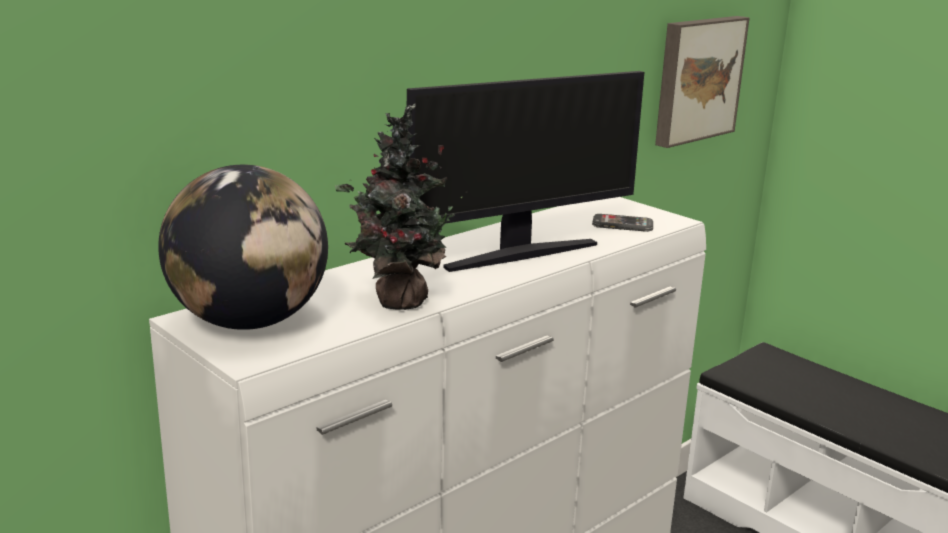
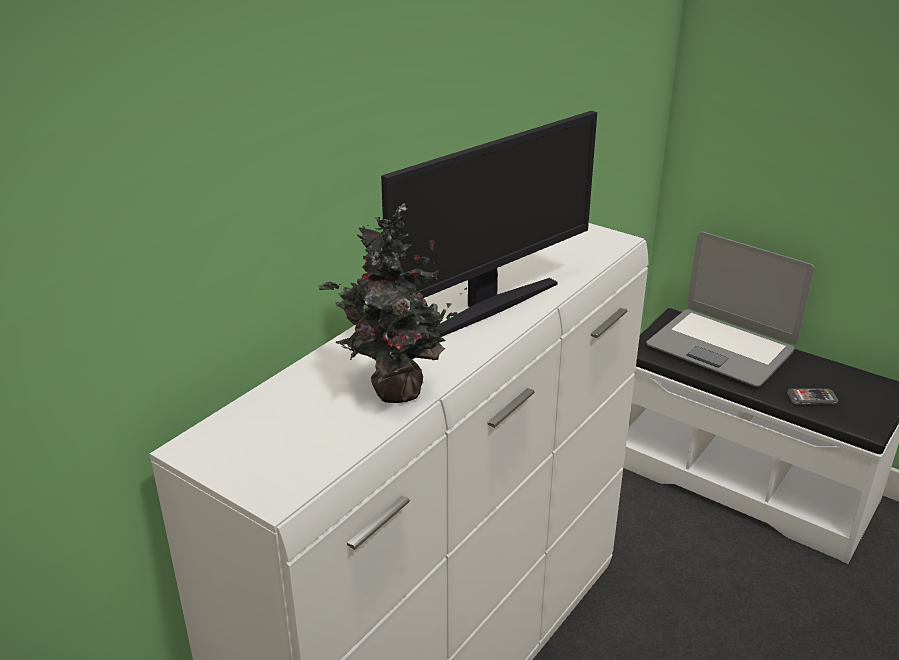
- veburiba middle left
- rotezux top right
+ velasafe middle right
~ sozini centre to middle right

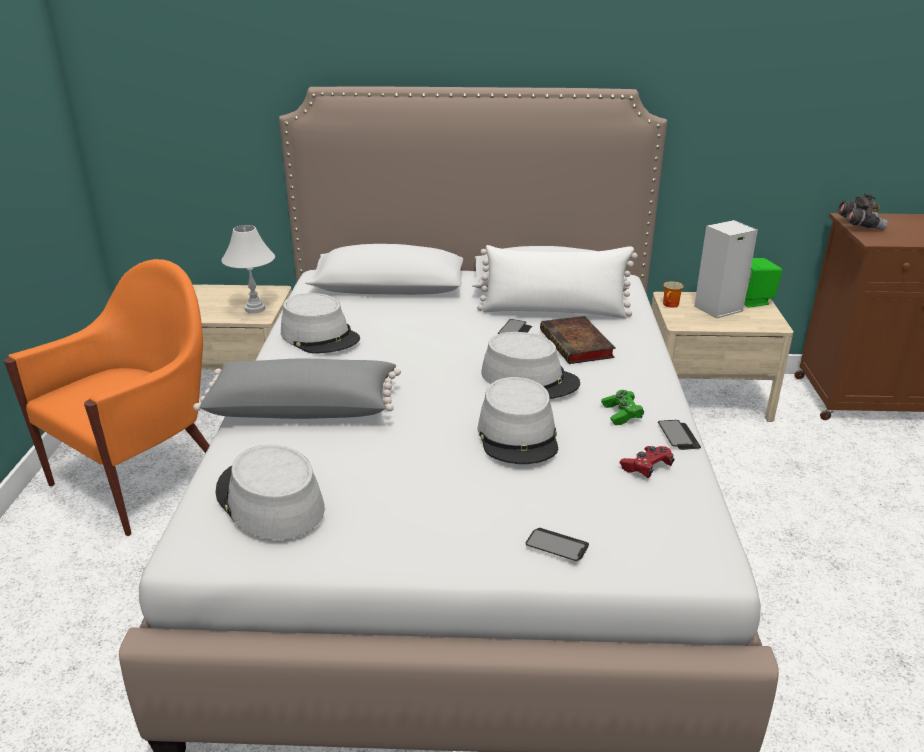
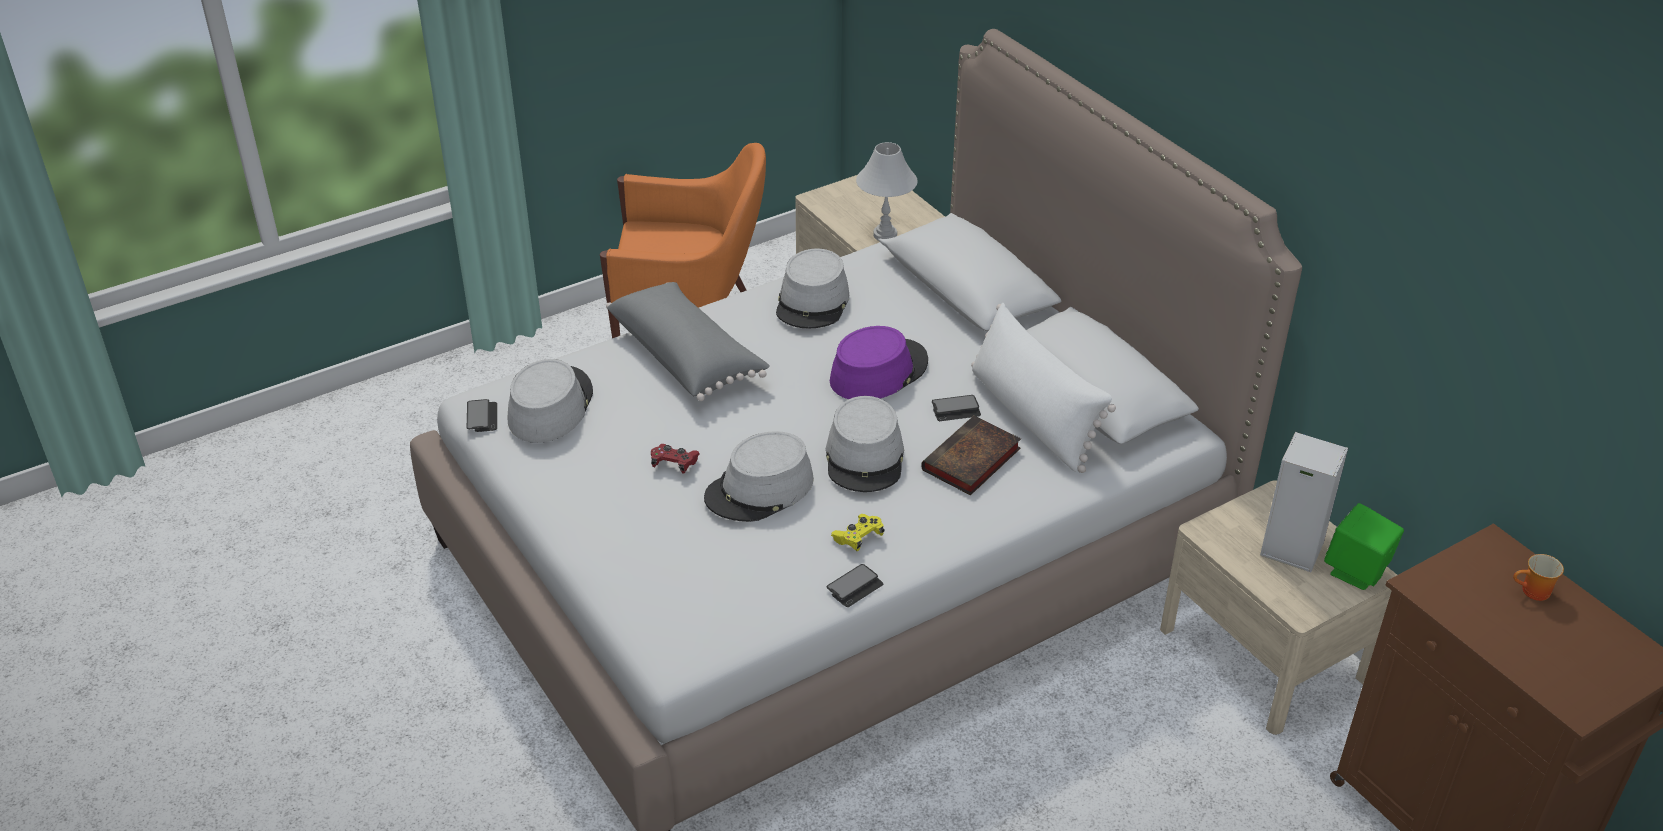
- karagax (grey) top right
+ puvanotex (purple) centre
~ sozini (no. 2 from left in the first image) bottom centre to sozini (no. 1 from left) middle left
~ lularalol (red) middle right to centre
~ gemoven middle right to bottom right
~ lularalol (green) middle right to lularalol (yellow) centre

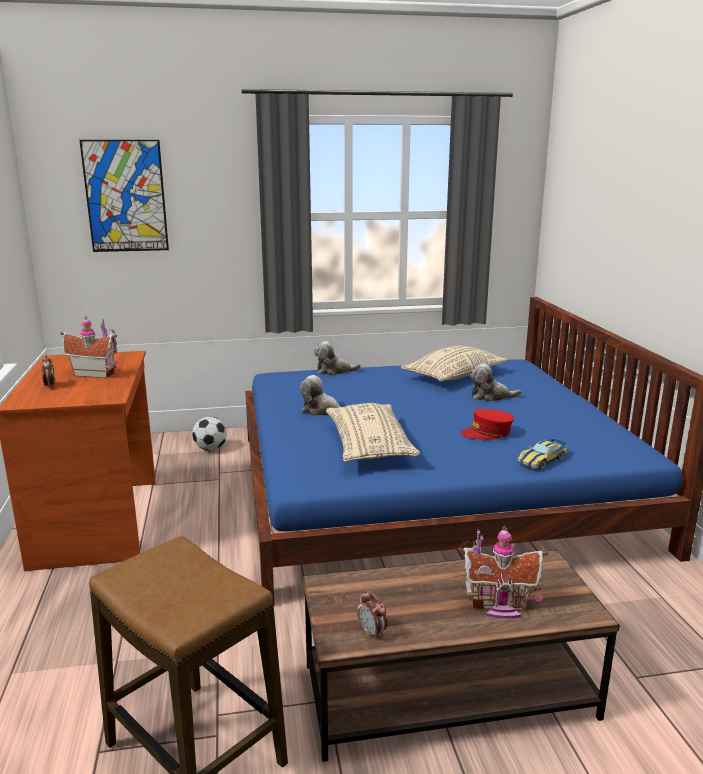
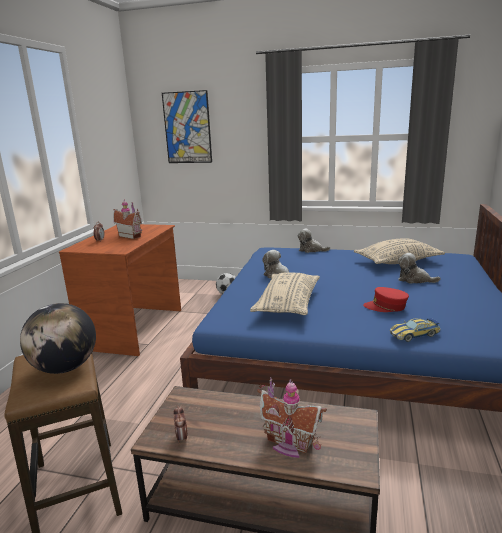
+ veburiba middle left

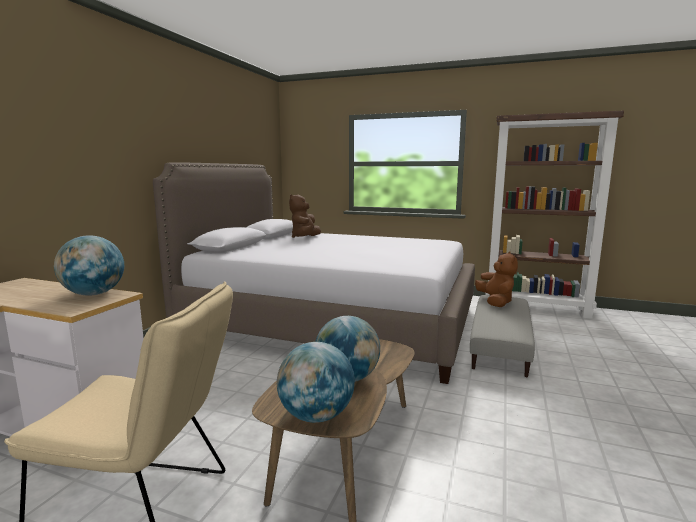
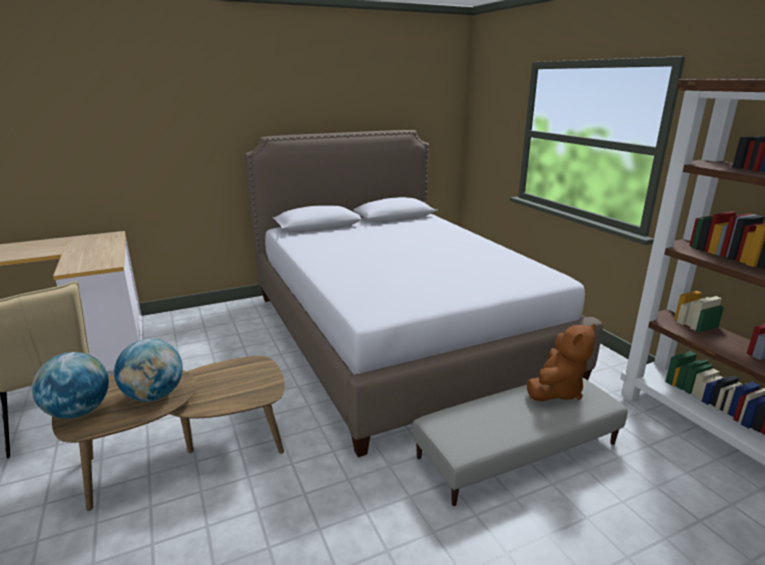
- veburiba (no. 1 from left) middle left
- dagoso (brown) (no. 1 from left) centre

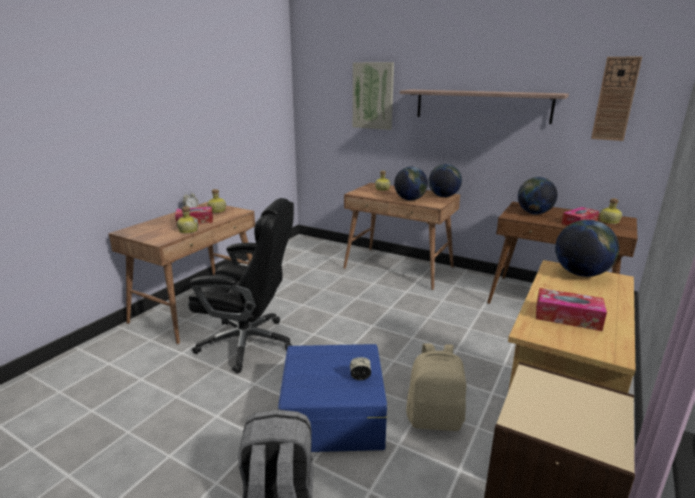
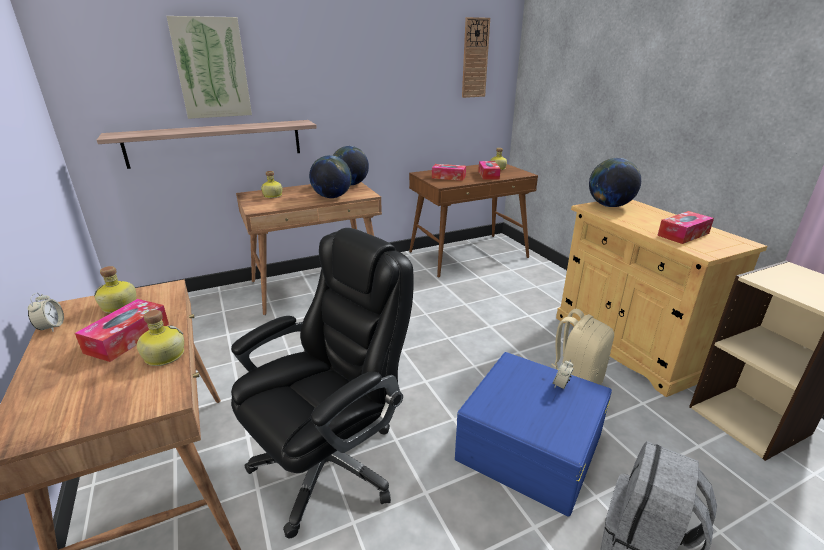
~ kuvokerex top right to top left
~ veburiba (no. 3 from left) middle right to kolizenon (no. 2 from left) top centre

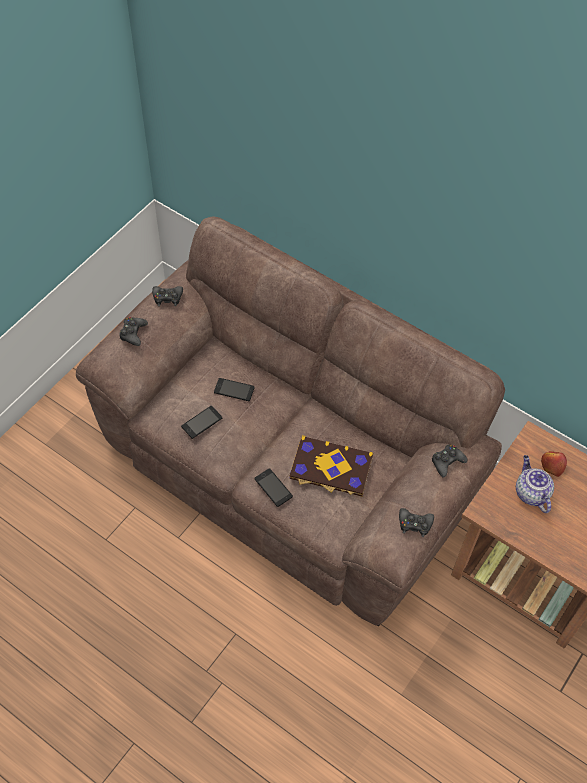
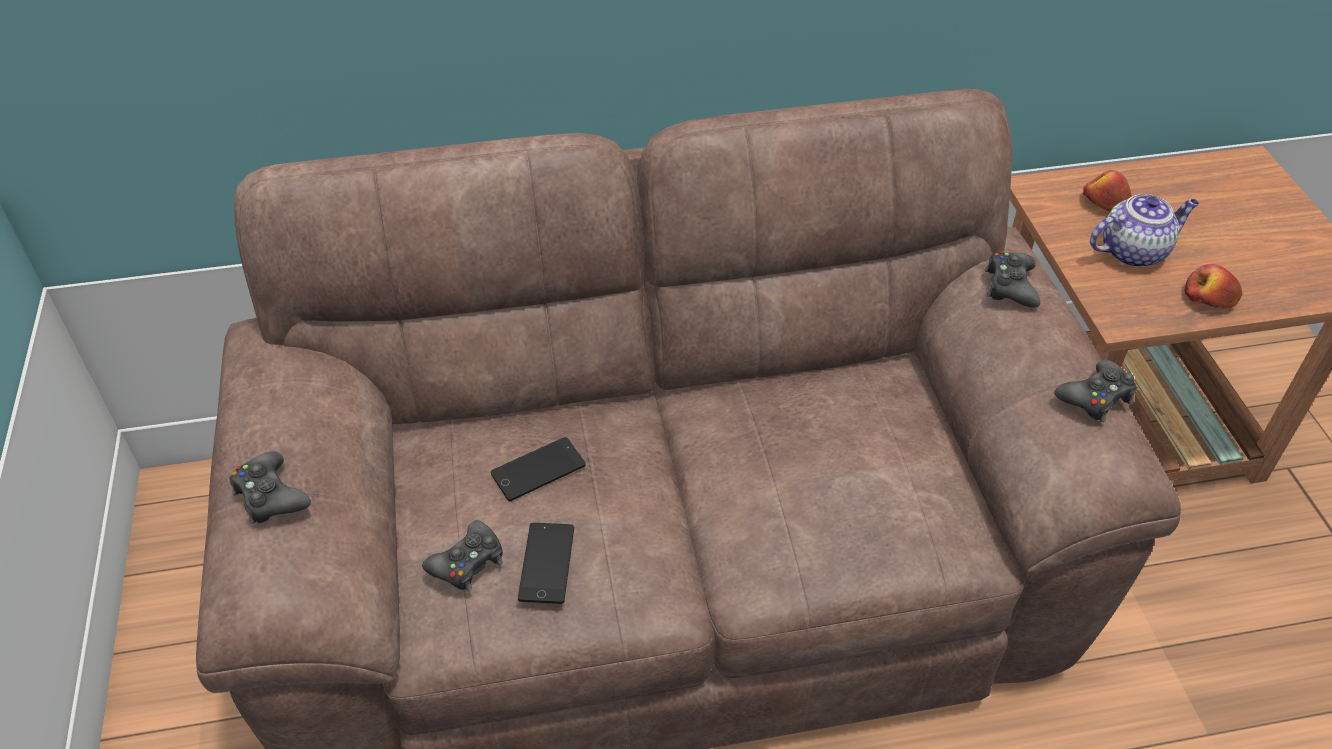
- sozini (no. 3 from left) centre
- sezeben centre
+ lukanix (no. 2 from left) middle right
~ lularalol (black) (no. 2 from left) middle left to bottom centre
~ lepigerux middle right = top right 135 degrees clockwise

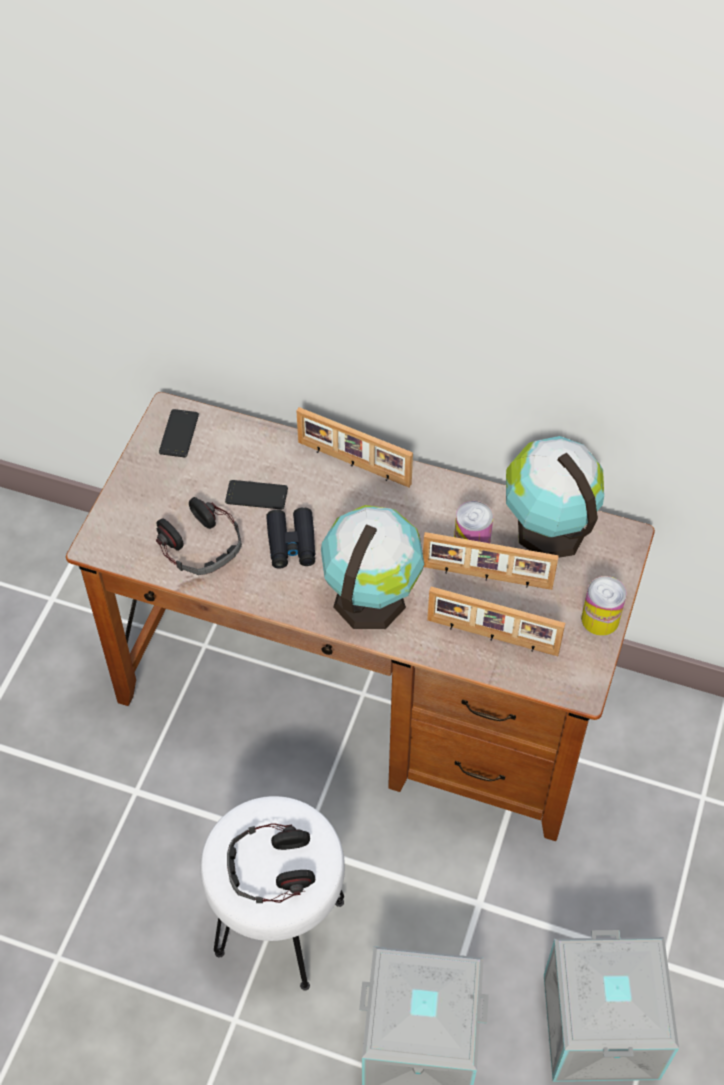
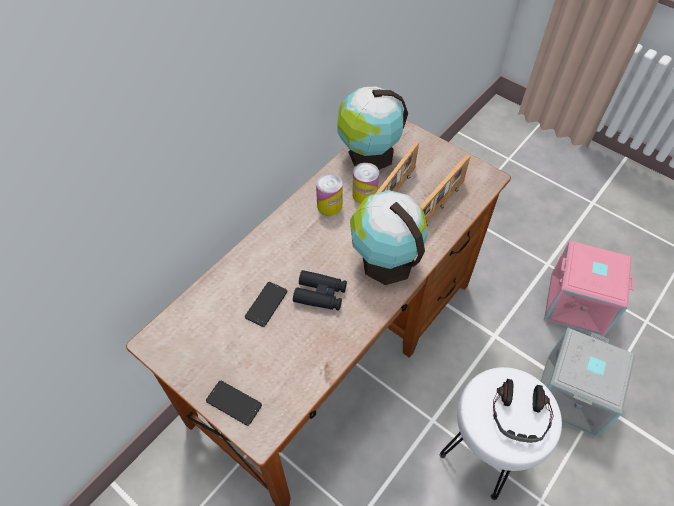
- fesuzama (no. 1 from left) middle left
- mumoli (no. 1 from left) centre
~ sozini (no. 1 from left) middle left to bottom centre
~ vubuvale (no. 2 from left in the first image) middle right to vubuvale (no. 1 from left) centre
~ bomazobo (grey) (no. 2 from left) bottom right to bomazobo (pink) middle right

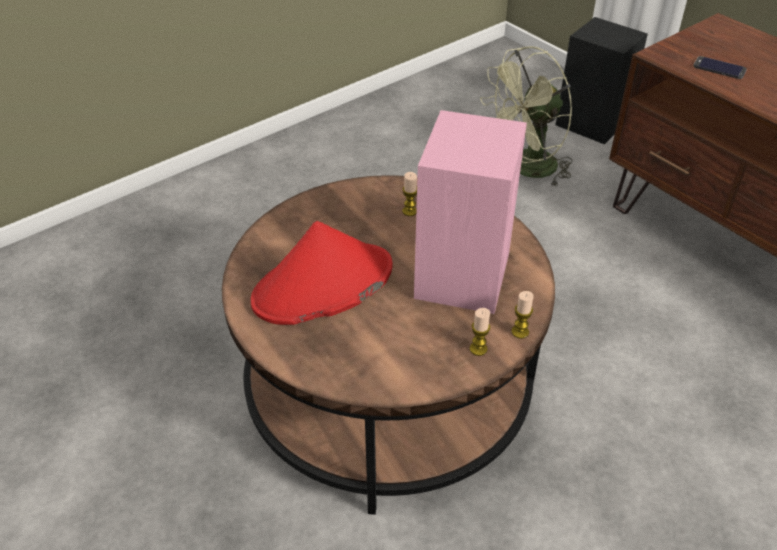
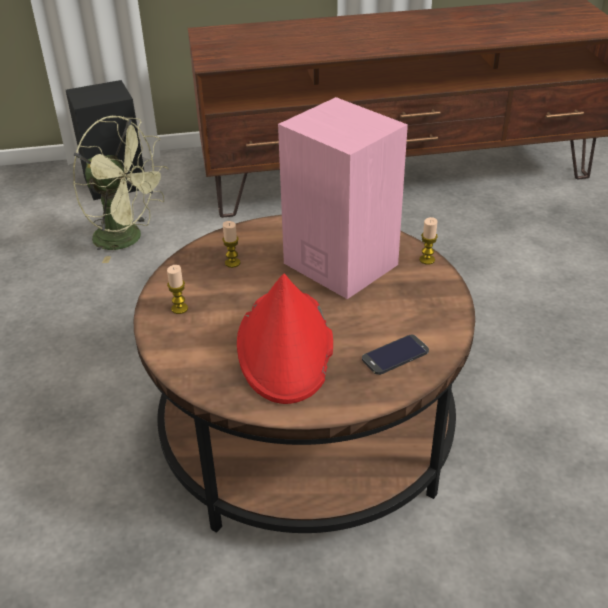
~ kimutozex (no. 2 from left in the first image) centre to kimutozex (no. 1 from left) middle left
~ sozini top right to centre
~ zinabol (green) top right = top left 60 degrees counterclockwise

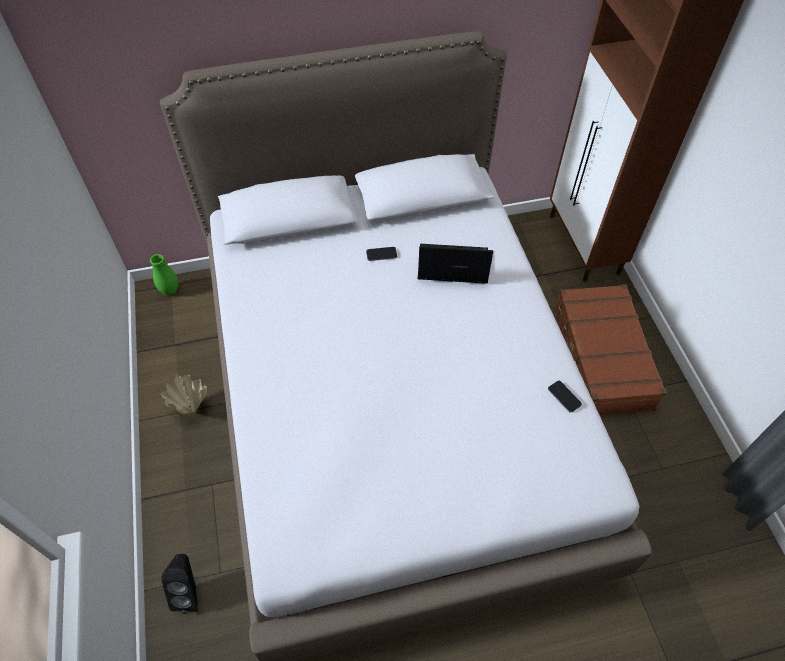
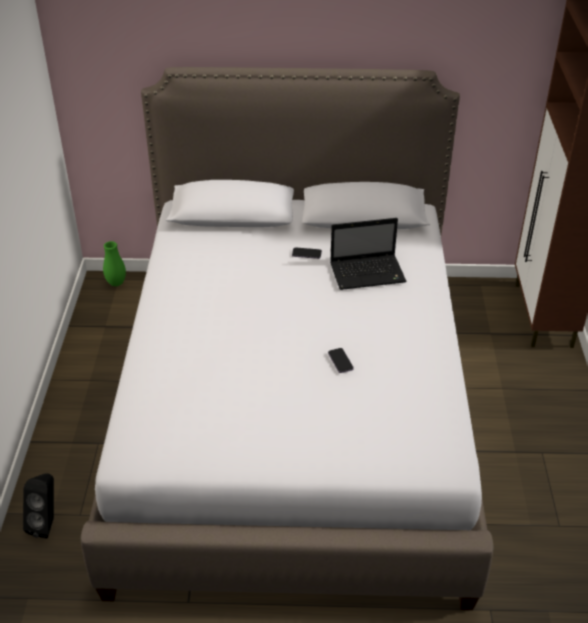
- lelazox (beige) middle left
- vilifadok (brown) middle right
~ sozini (no. 2 from left) middle right to centre
~ velasafe centre = centre 150 degrees clockwise

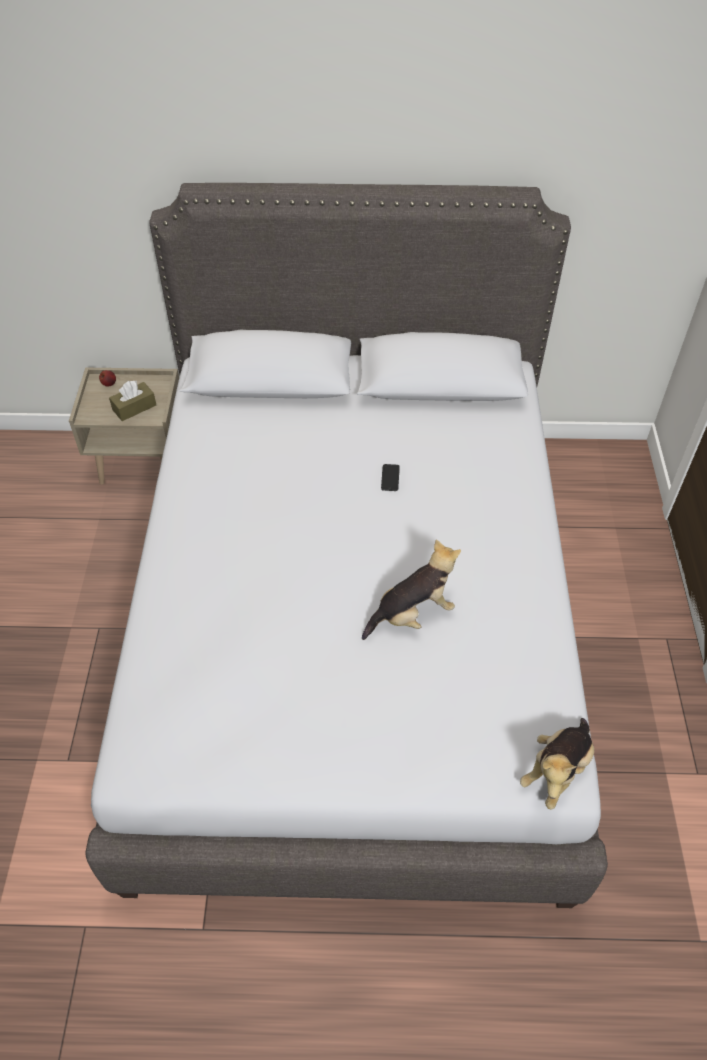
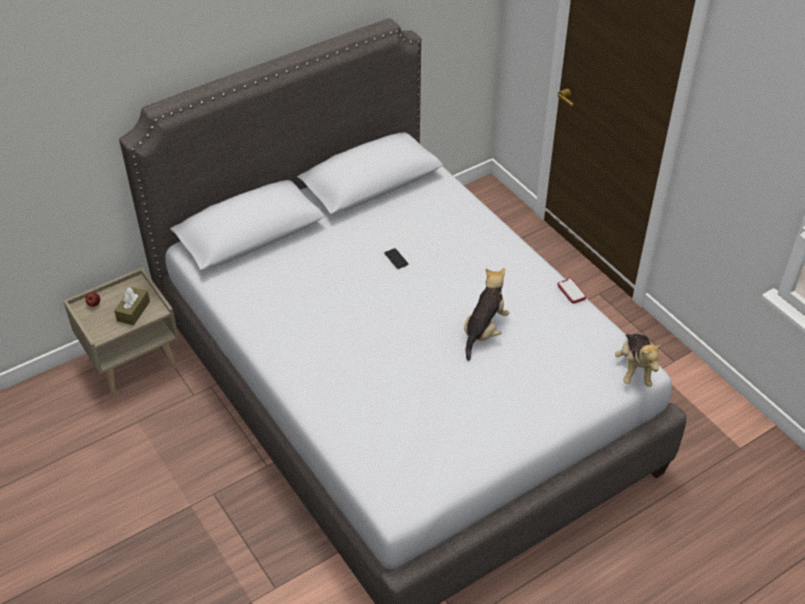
+ sozini (no. 2 from left) middle right

